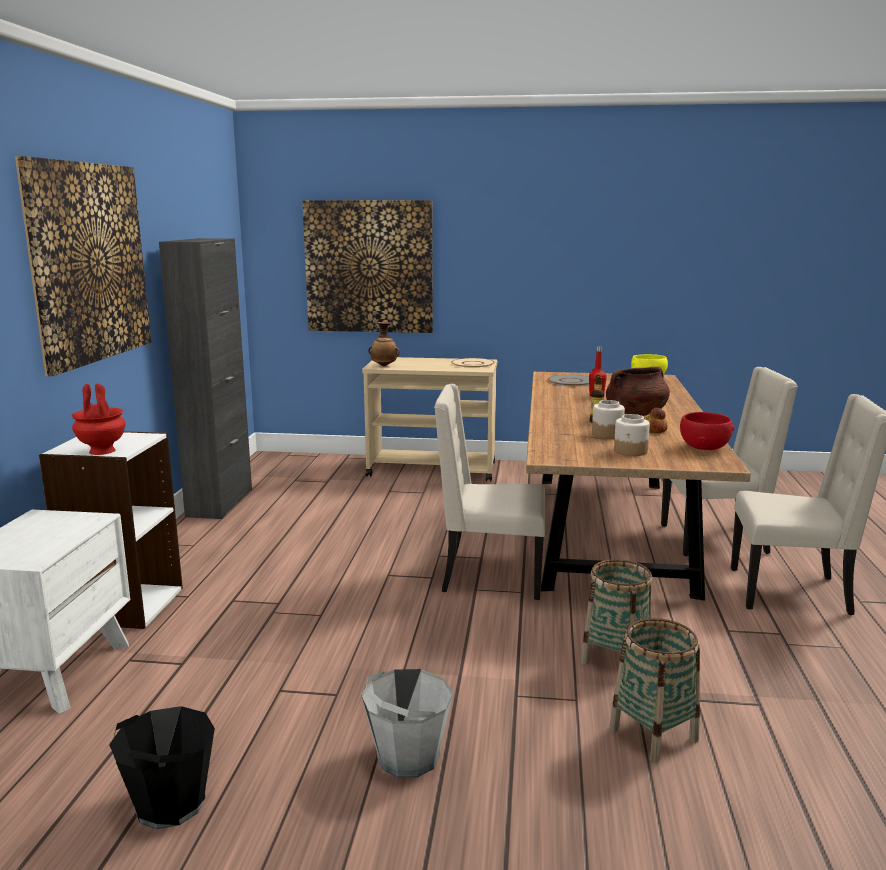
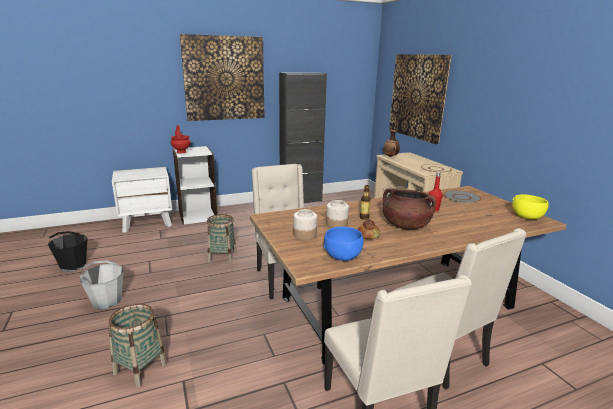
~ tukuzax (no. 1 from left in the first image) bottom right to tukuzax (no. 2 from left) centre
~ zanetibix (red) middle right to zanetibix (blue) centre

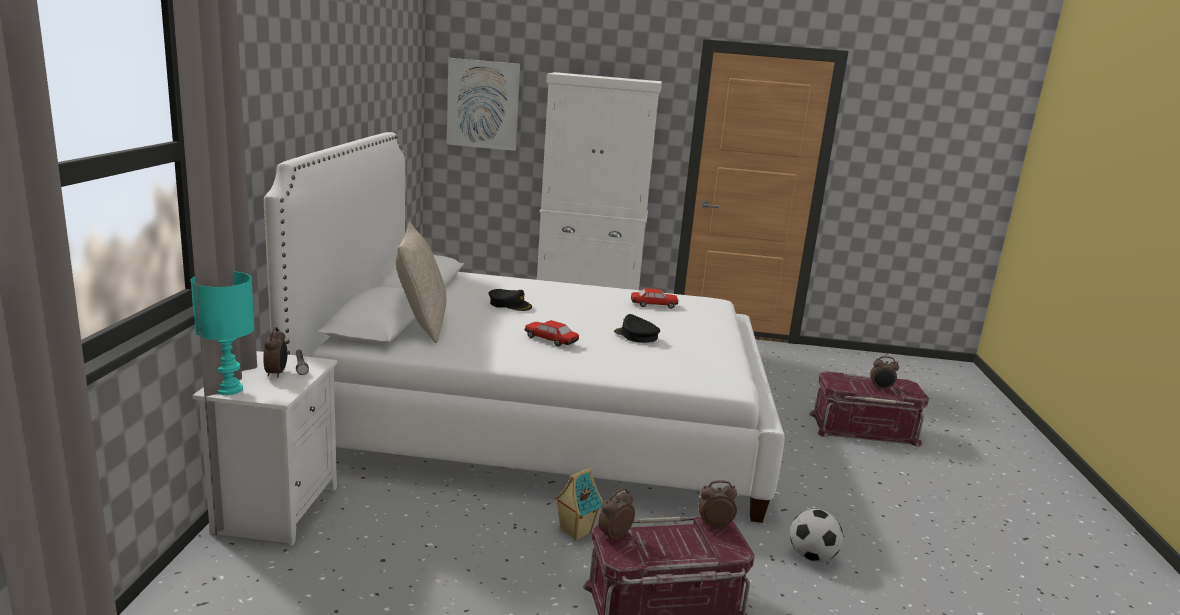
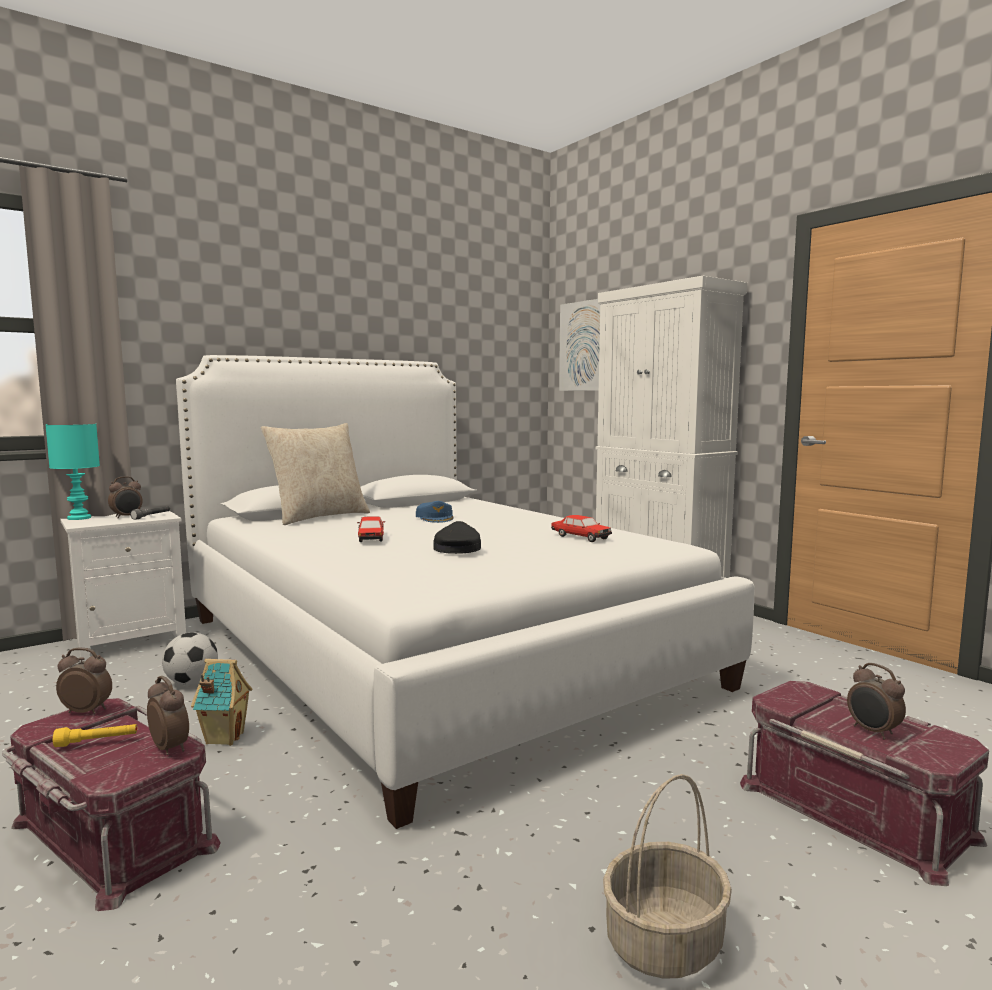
+ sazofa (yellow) bottom left
+ tukuzax bottom right
~ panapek bottom right to middle left
~ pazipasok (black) (no. 1 from left) centre to pazipasok (blue) centre

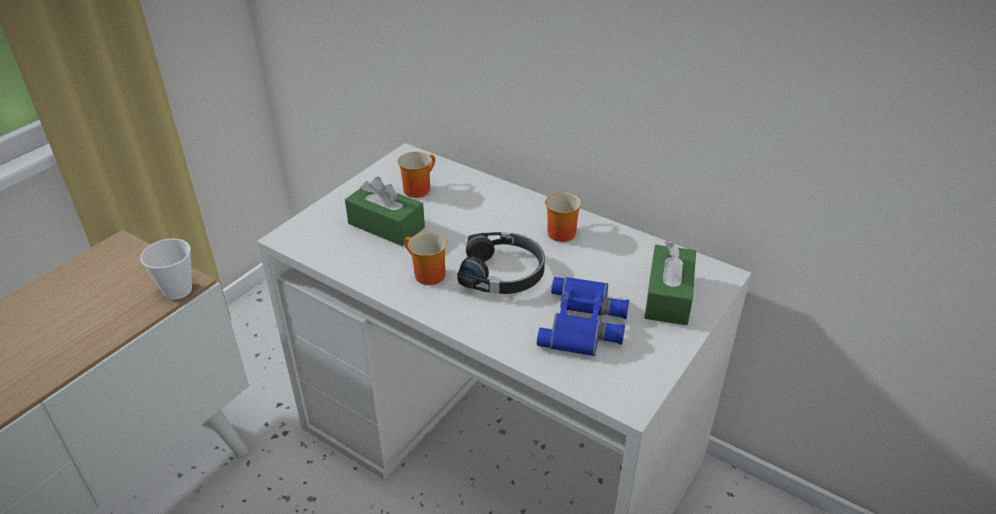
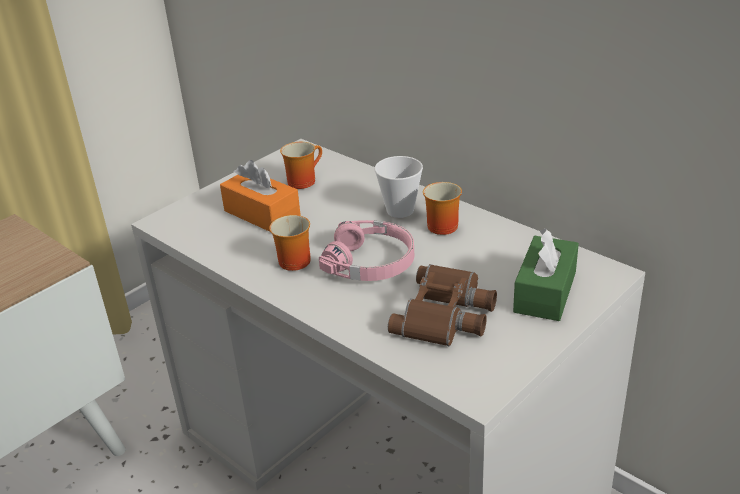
~ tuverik middle left to centre
~ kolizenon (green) (no. 1 from left) centre to kolizenon (orange) centre
~ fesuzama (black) centre to fesuzama (pink) centre
~ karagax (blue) centre to karagax (brown) centre

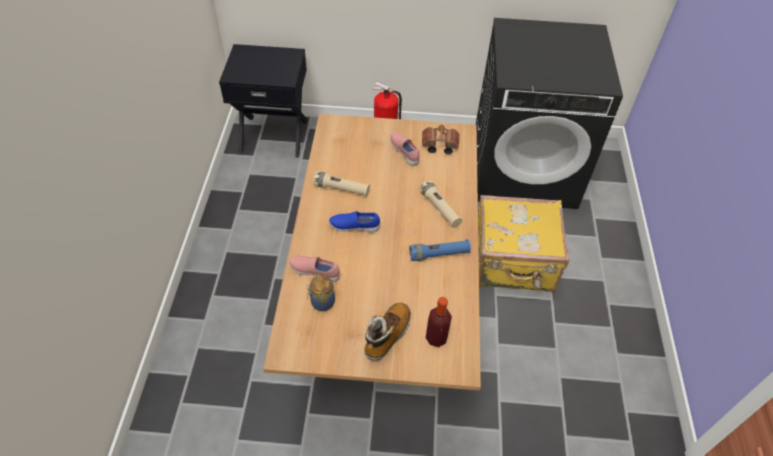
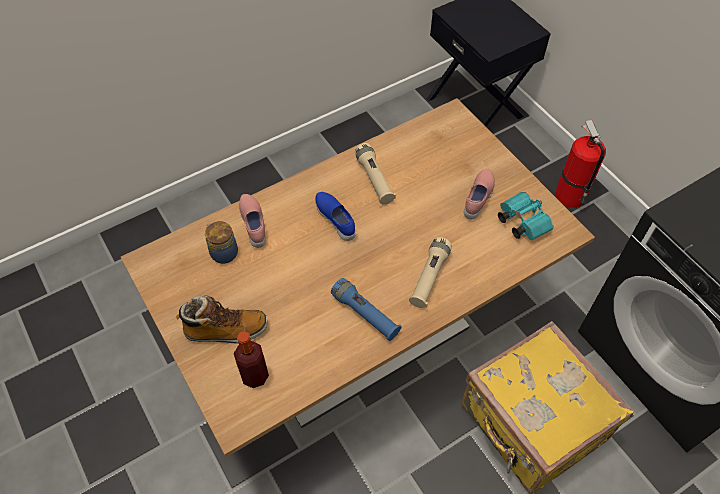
~ karagax (brown) top centre to karagax (turquoise) middle right

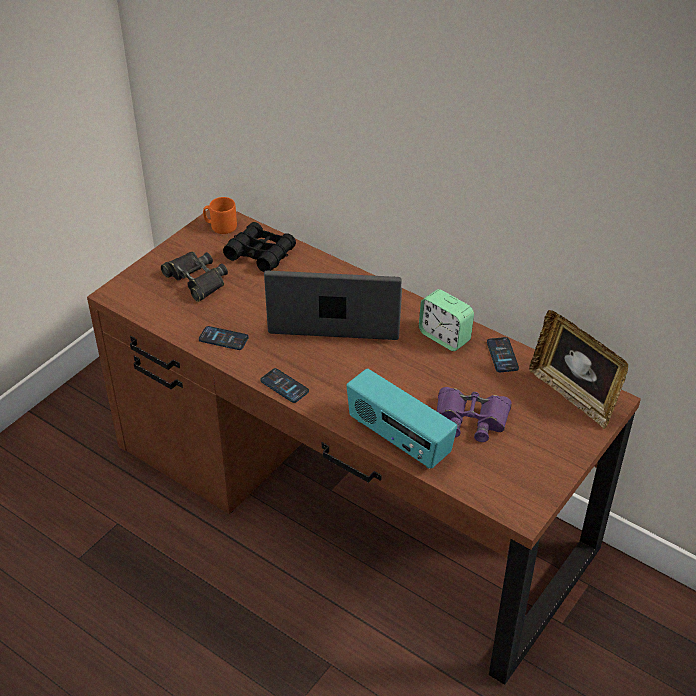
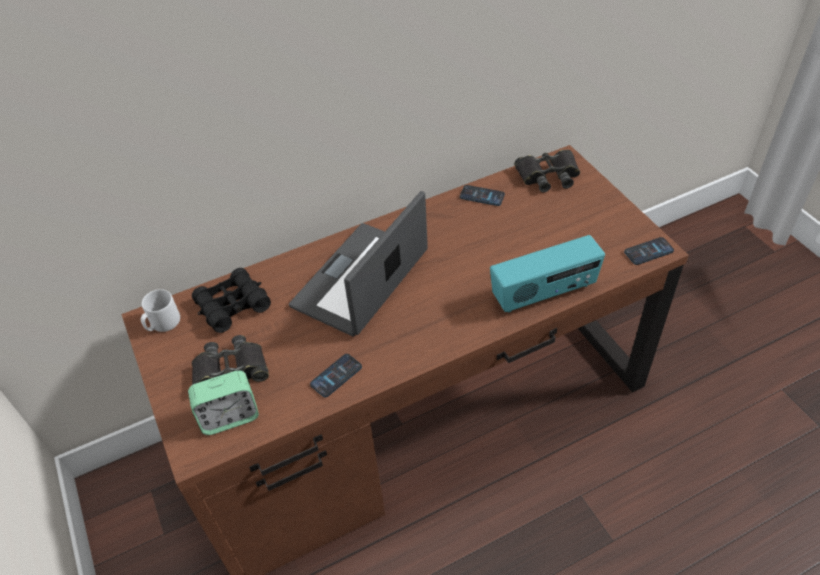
- karagax (purple) middle right
~ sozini (no. 2 from left in the first image) centre to sozini (no. 3 from left) middle right
~ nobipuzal centre to bottom left
~ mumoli middle right to karagax (black) (no. 3 from left) top right
~ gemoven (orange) top left to gemoven (grey) middle left

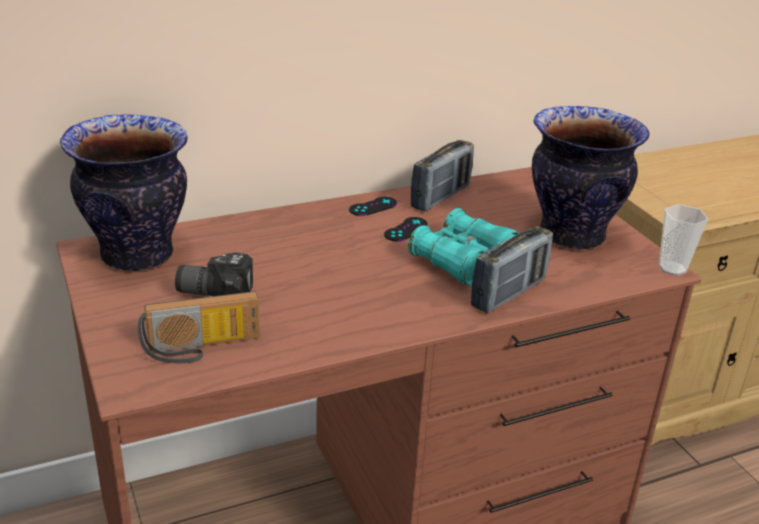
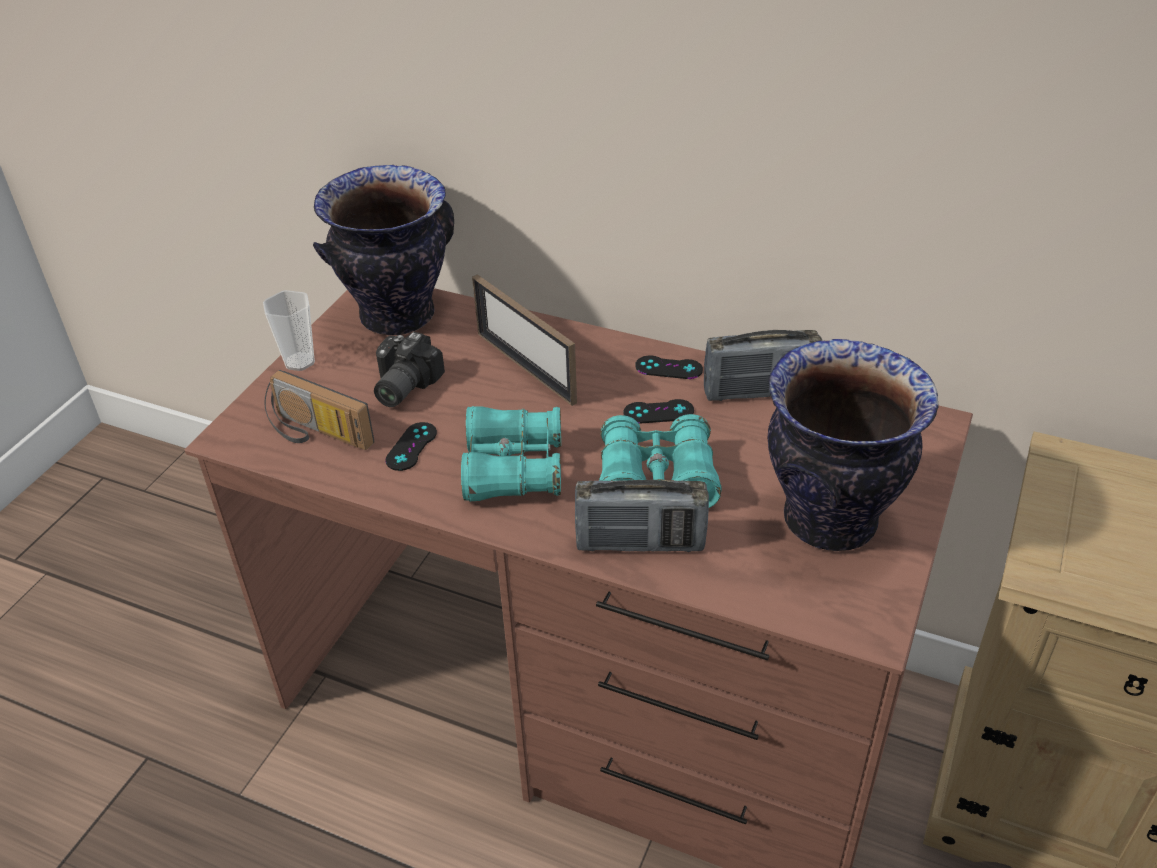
+ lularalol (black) (no. 1 from left) centre
+ karagax (turquoise) (no. 1 from left) centre
+ mumoli centre
~ tuverik middle right to middle left
~ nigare middle left = centre 120 degrees counterclockwise

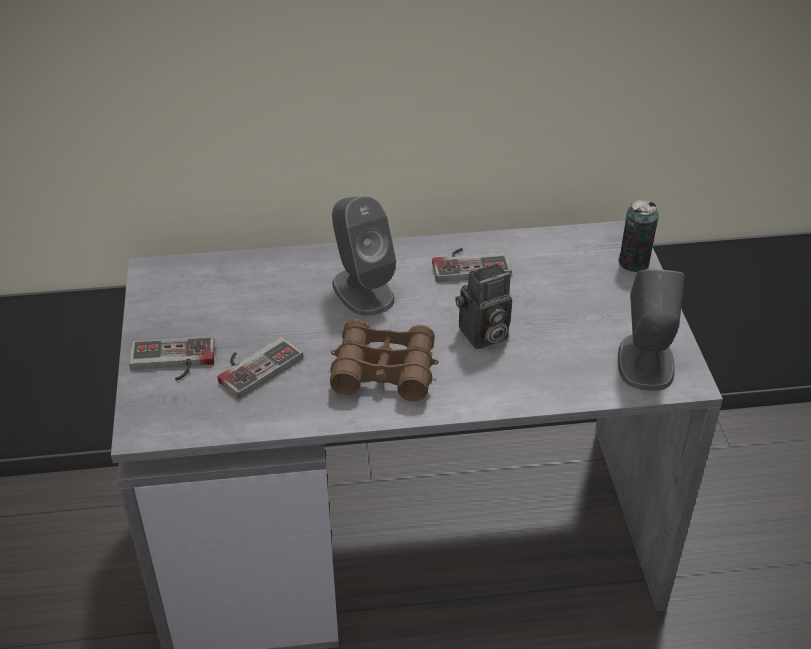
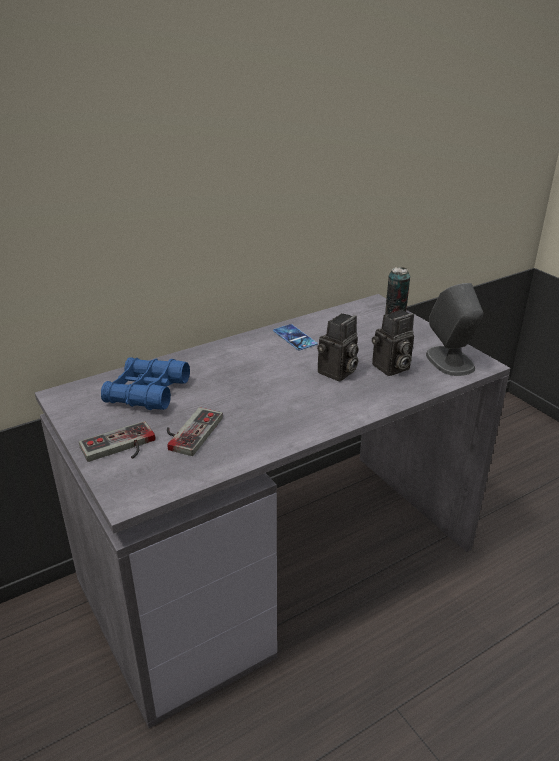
- karagax (brown) centre
- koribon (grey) (no. 1 from left) centre
+ karagax (blue) middle left
+ nigare (no. 2 from left) middle right
~ lularalol (no. 3 from left) centre to sozini centre

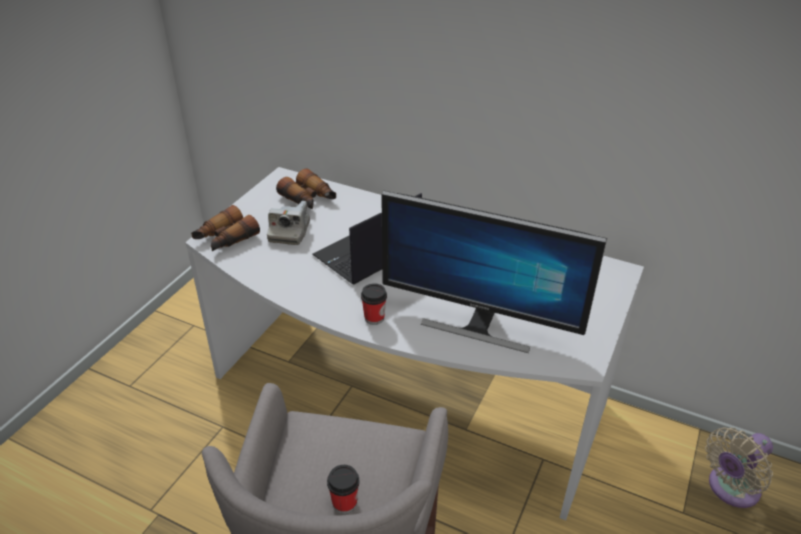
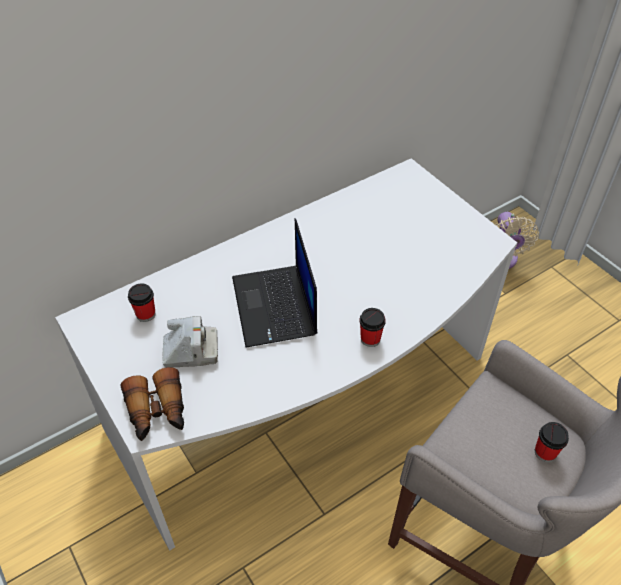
- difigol centre
~ karagax (no. 2 from left) centre to tuverik (no. 1 from left) middle left
~ nigare centre = middle left 45 degrees counterclockwise

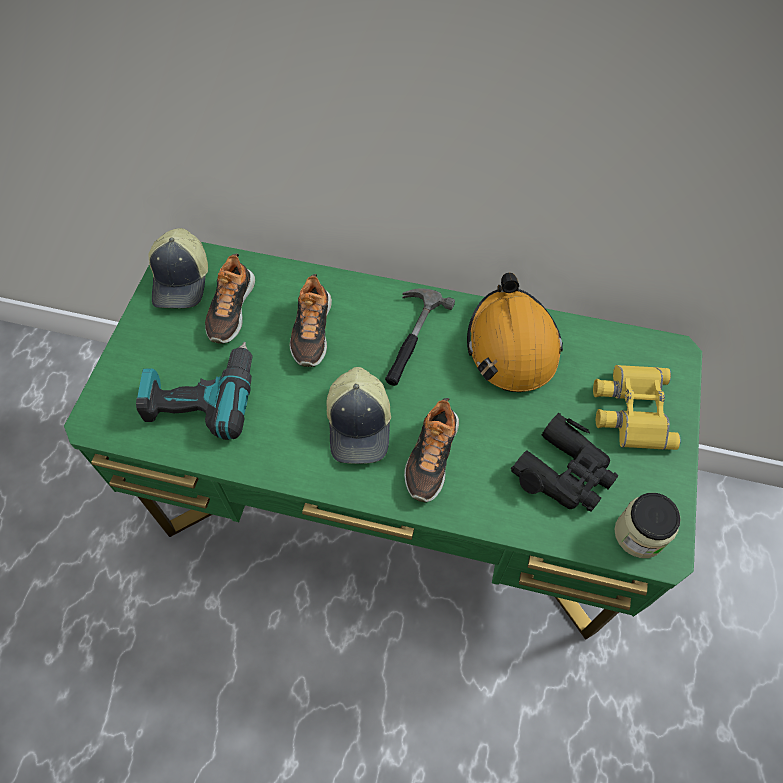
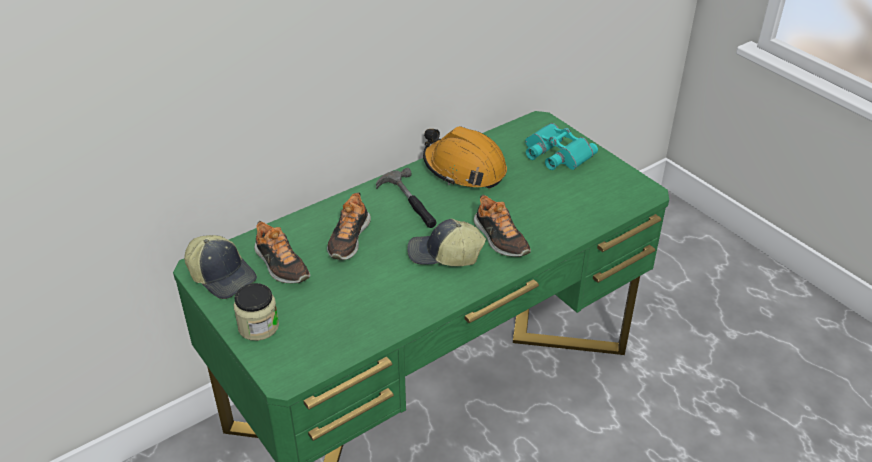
- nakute middle left
- karagax (black) middle right
~ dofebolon bottom right to bottom left
~ karagax (yellow) middle right to karagax (turquoise) top centre
~ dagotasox (no. 2 from left) centre = centre 60 degrees clockwise
~ pazipasok (no. 2 from left) centre = centre 150 degrees clockwise

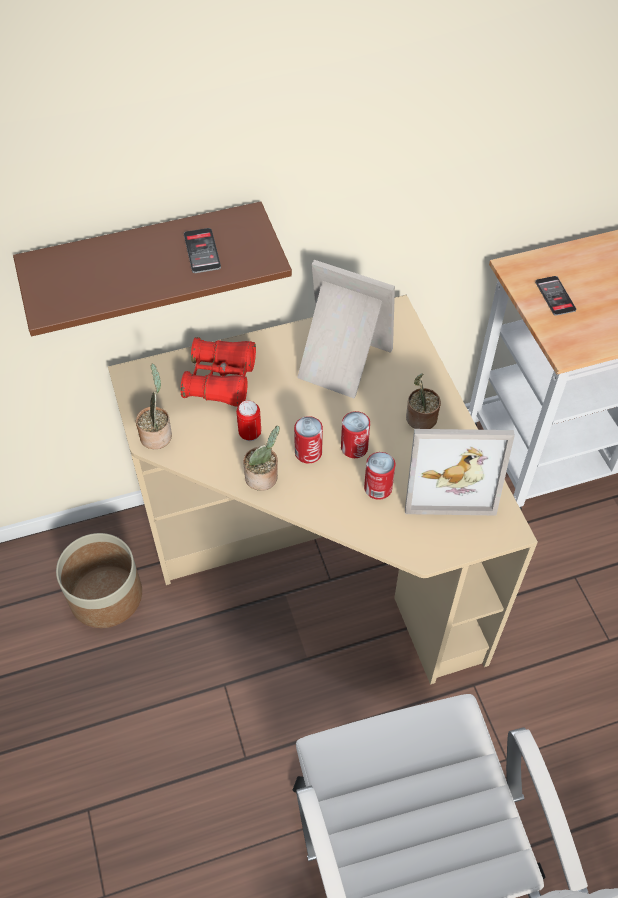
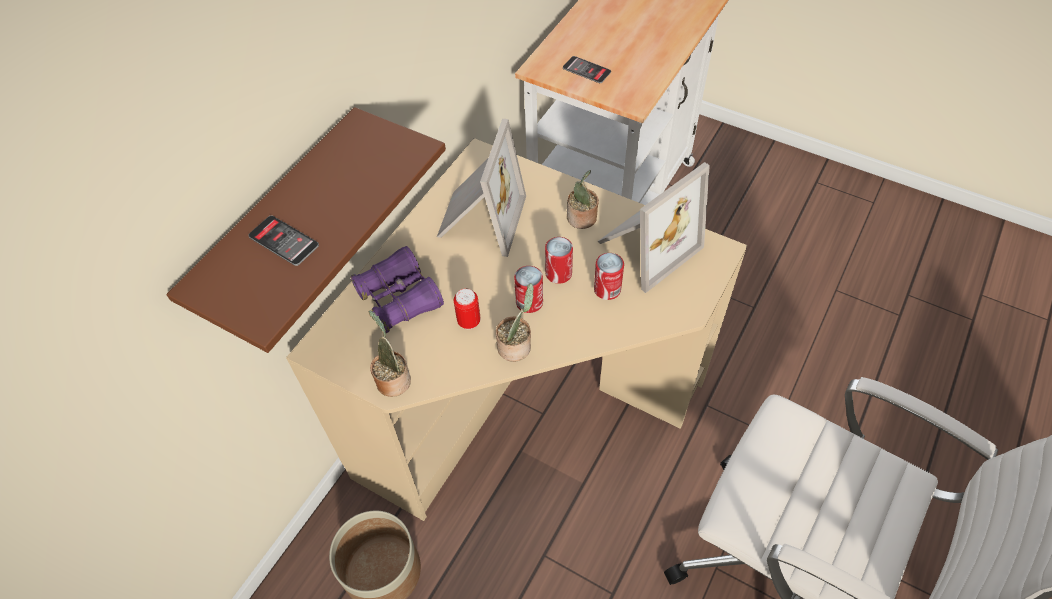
~ sozini (no. 1 from left) top left to middle left
~ karagax (red) centre to karagax (purple) centre
~ mumoli (no. 1 from left) centre = top centre 120 degrees clockwise

